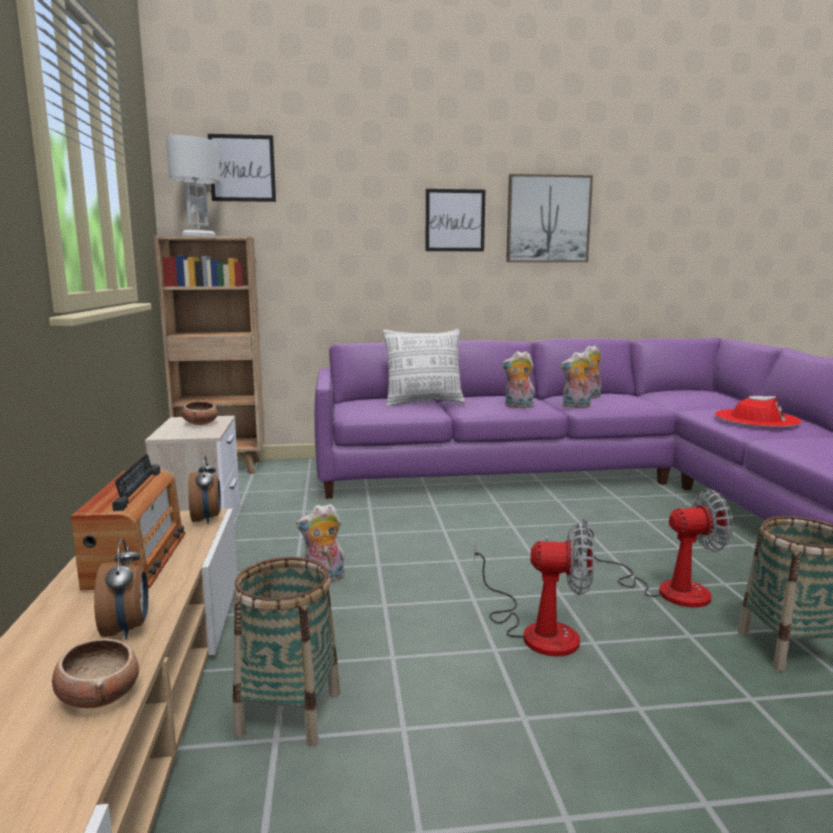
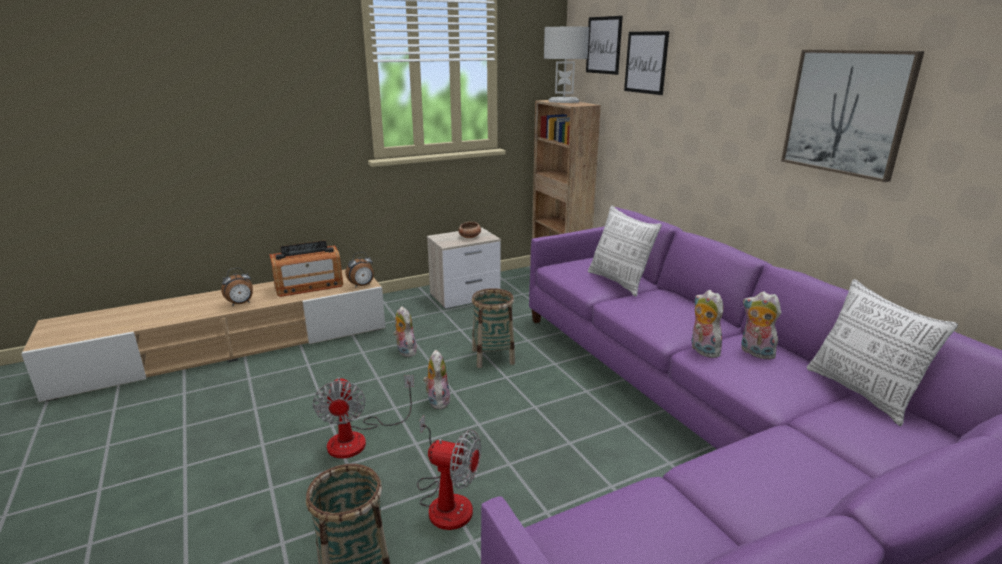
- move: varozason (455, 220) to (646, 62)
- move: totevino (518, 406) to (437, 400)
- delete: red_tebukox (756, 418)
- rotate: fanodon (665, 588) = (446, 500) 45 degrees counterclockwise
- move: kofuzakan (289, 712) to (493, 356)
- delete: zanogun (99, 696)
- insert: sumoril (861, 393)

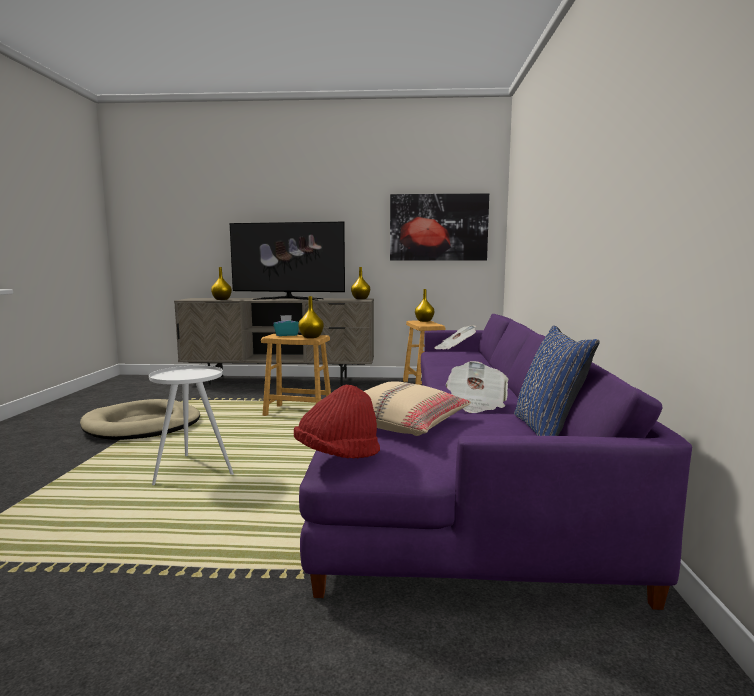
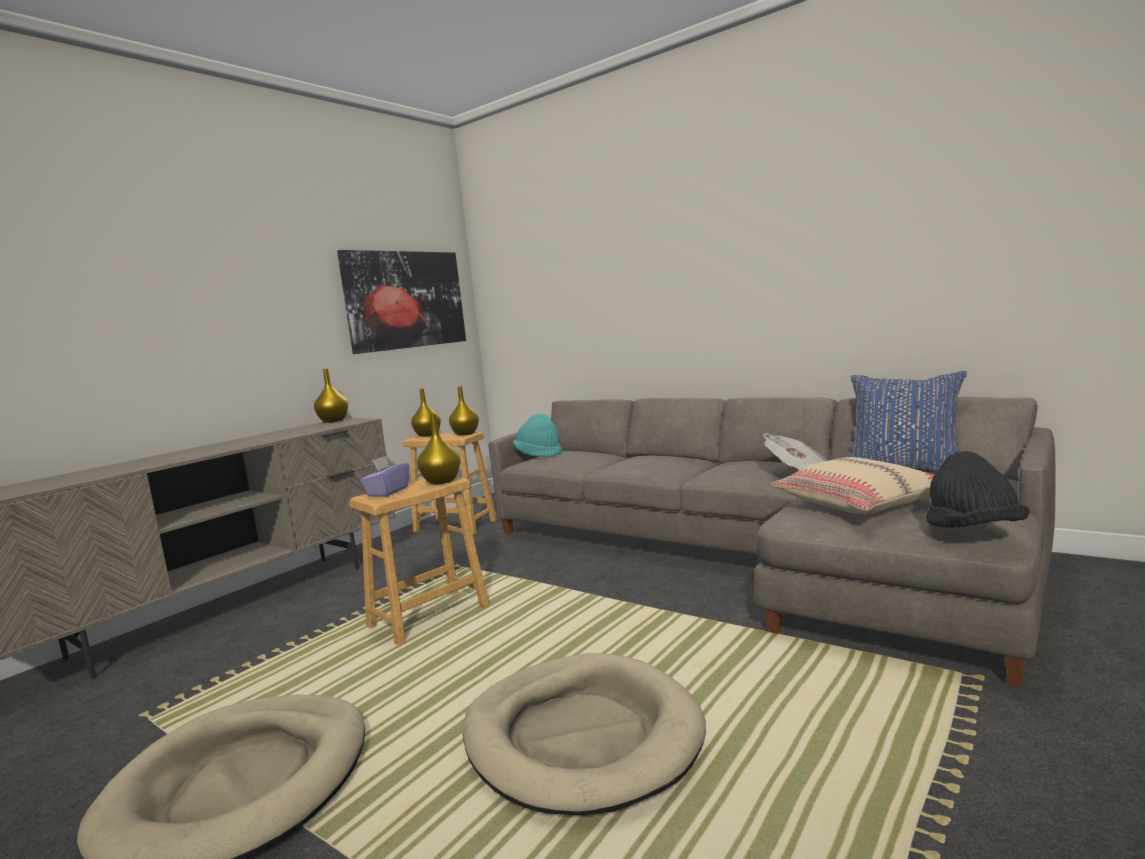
- delete: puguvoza (288, 299)
- move: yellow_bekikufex (222, 299) to (465, 434)
- recolor: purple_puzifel (476, 468) to grey_puzifel (751, 556)
- recolor: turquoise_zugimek (286, 335) to purple_zugimek (387, 492)
- replace: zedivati (455, 348) to turquoise_tebukox (538, 454)
- replace: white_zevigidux (192, 469) to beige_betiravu (582, 737)
- recolor: red_tebukox (337, 456) to black_tebukox (973, 531)

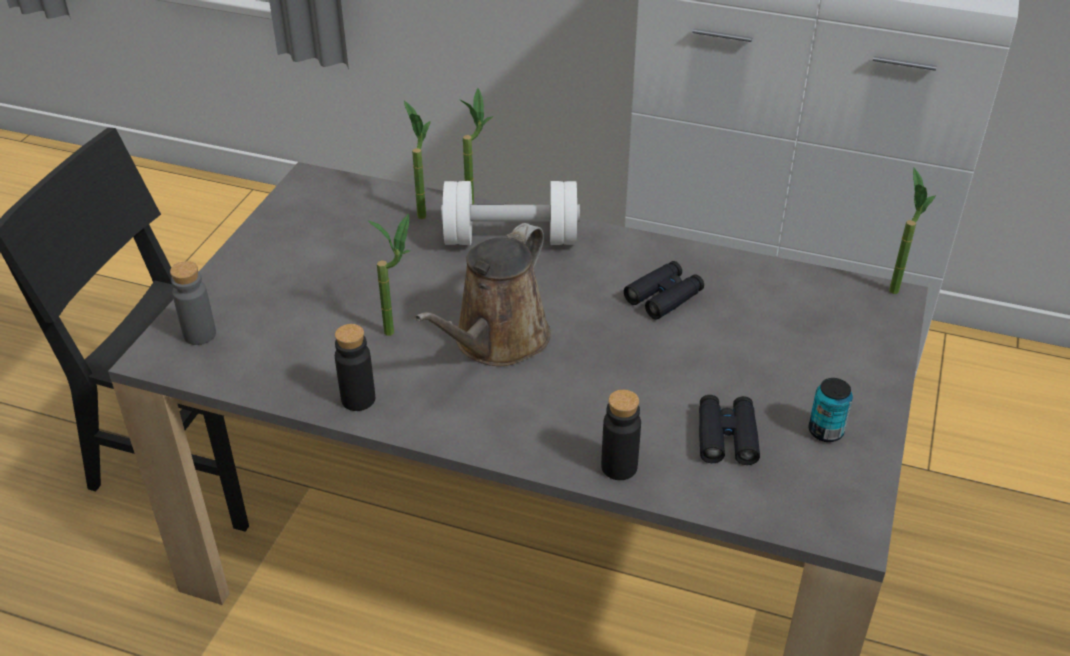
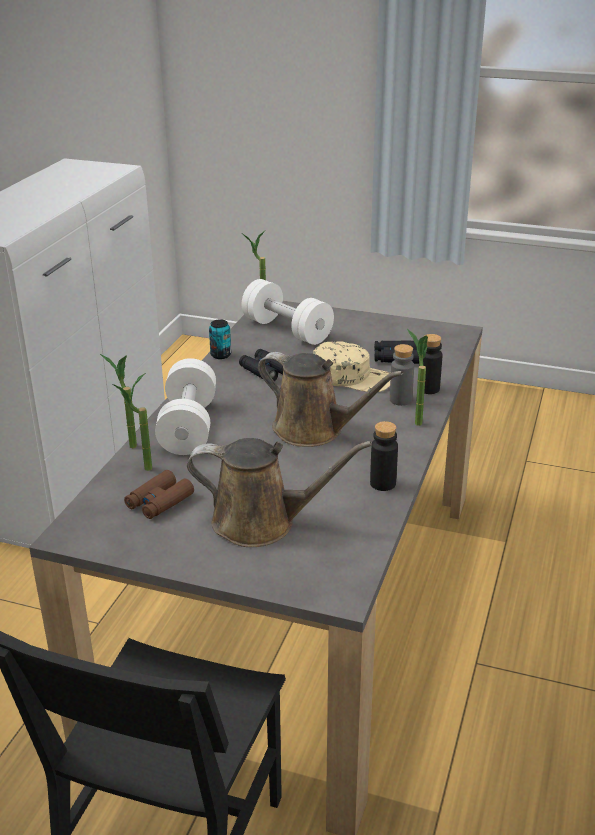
- move: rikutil (399, 330) to (414, 420)
- move: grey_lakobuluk (199, 334) to (400, 400)
- move: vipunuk (825, 431) to (220, 355)
- insert: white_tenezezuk (287, 330)
- insert: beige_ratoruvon (352, 377)
- insert: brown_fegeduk (262, 522)
- insert: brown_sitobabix (159, 502)

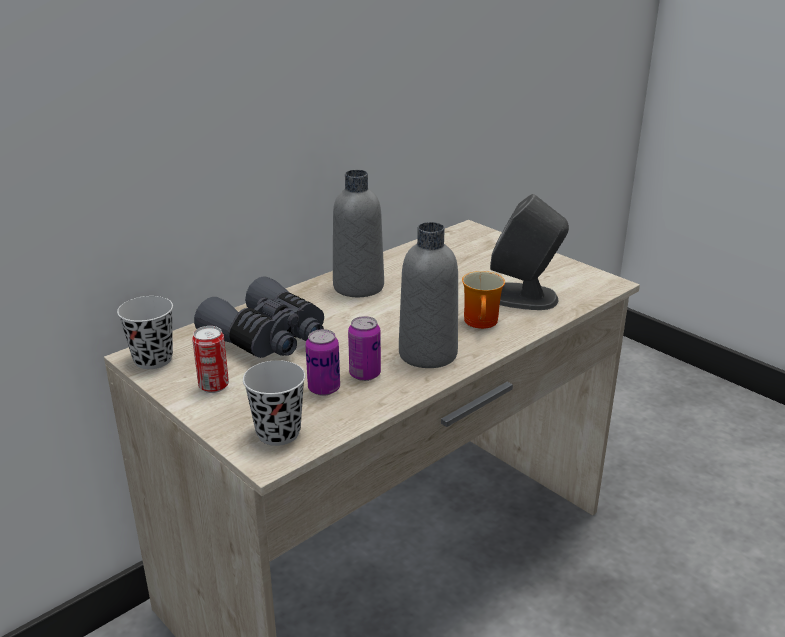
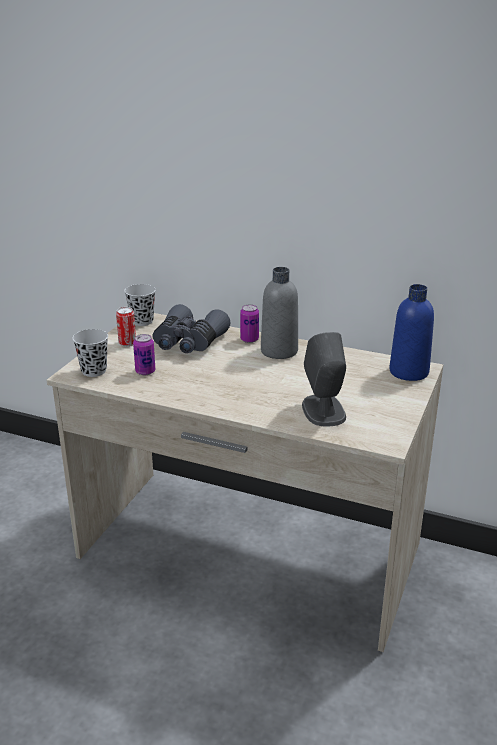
- delete: grey_lakobuluk (428, 354)
- delete: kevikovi (483, 323)
- move: vipunuk (365, 374) to (249, 339)
- insert: blue_lakobuluk (409, 372)

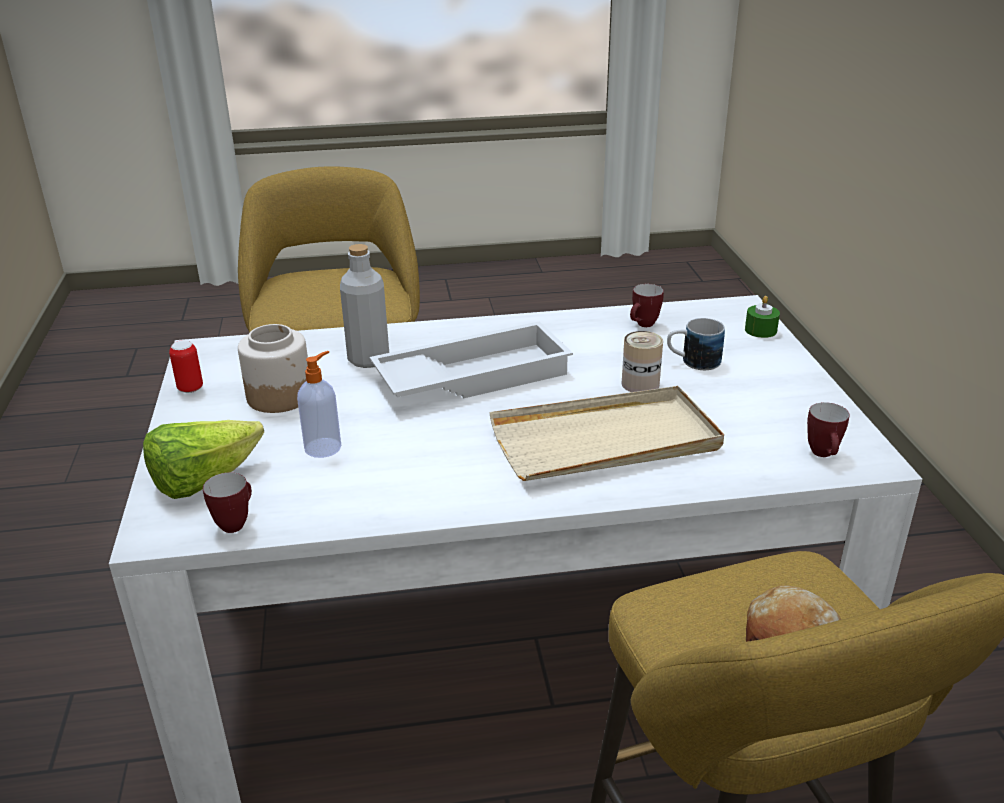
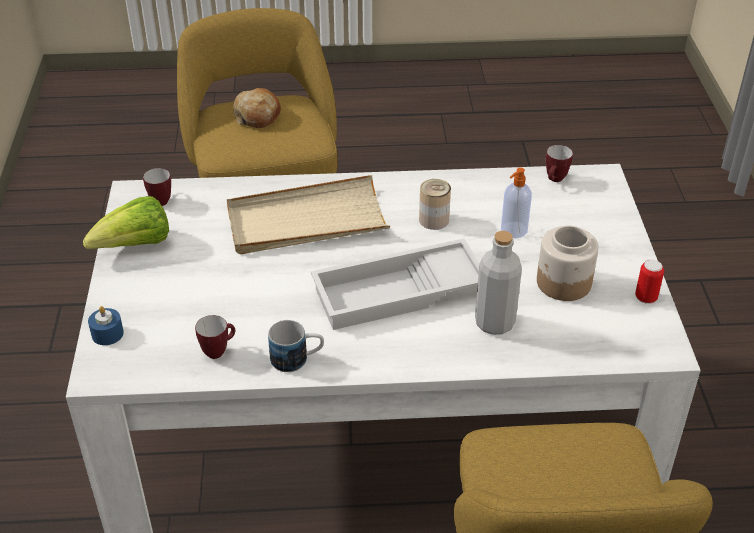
- recolor: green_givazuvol (760, 330) to blue_givazuvol (107, 334)
- move: kevikovi (692, 362) to (297, 359)
- move: vipunuk (640, 384) to (434, 220)
- move: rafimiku (204, 481) to (135, 246)

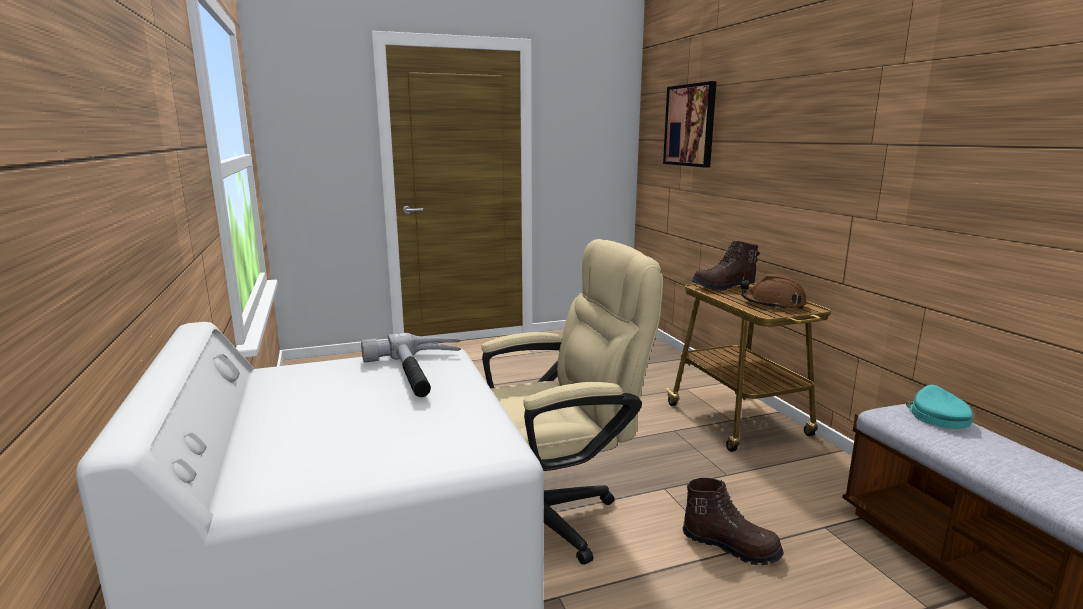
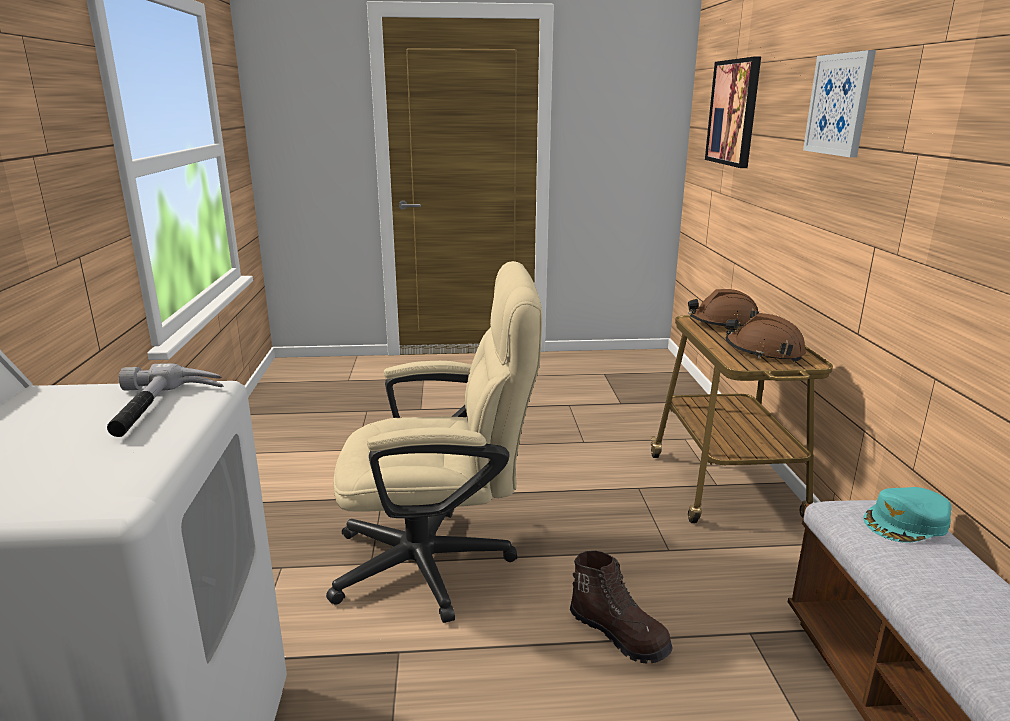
- replace: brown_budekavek (724, 286) to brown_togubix (723, 322)
- rotate: turquoise_ratoruvon (936, 416) = (906, 522) 135 degrees counterclockwise
- insert: varozason (839, 104)

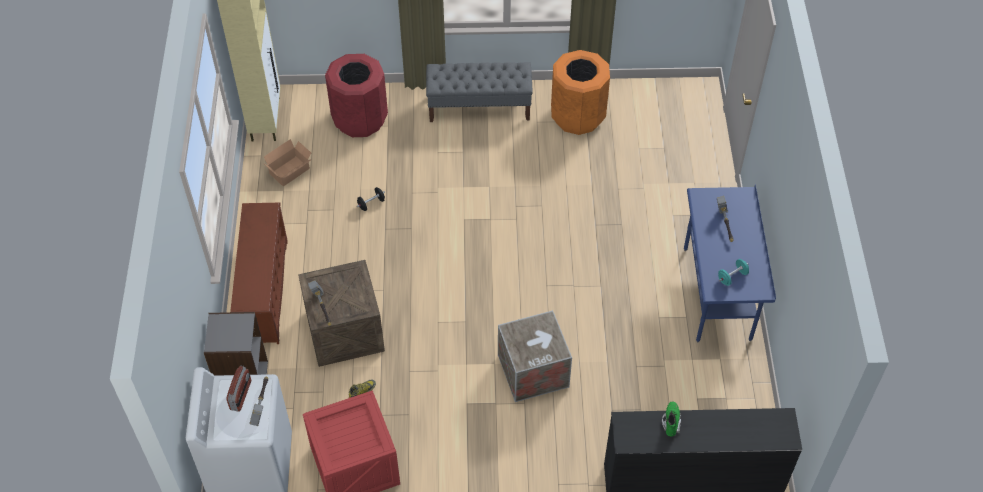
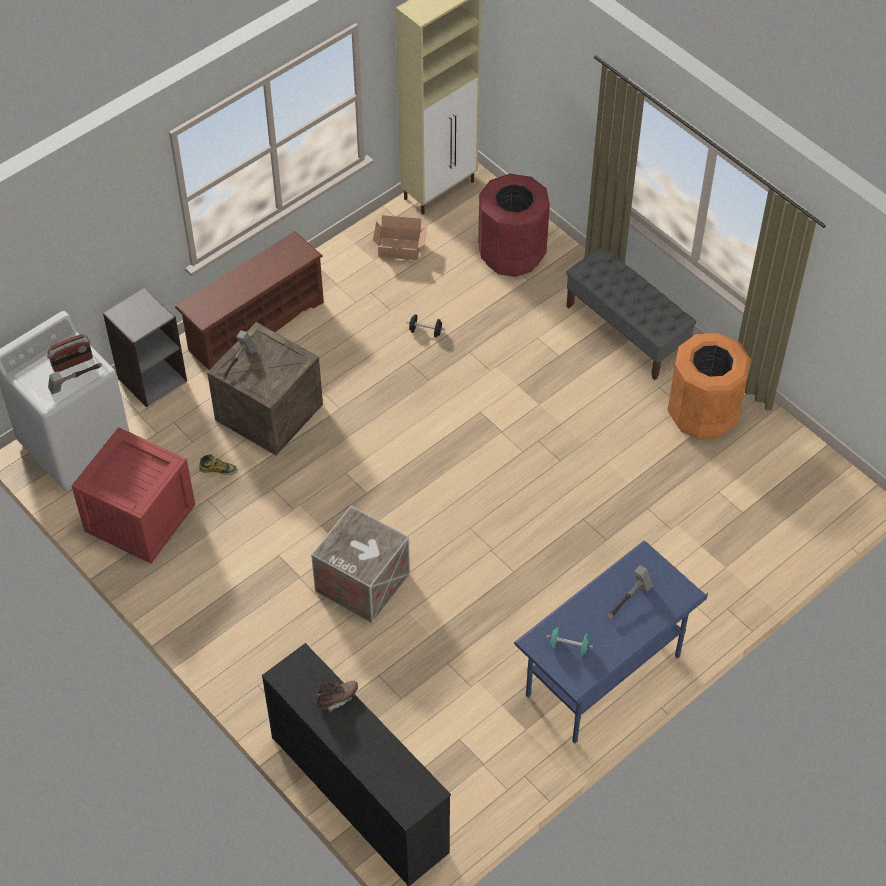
- recolor: green_budekavek (671, 422) to brown_budekavek (337, 698)

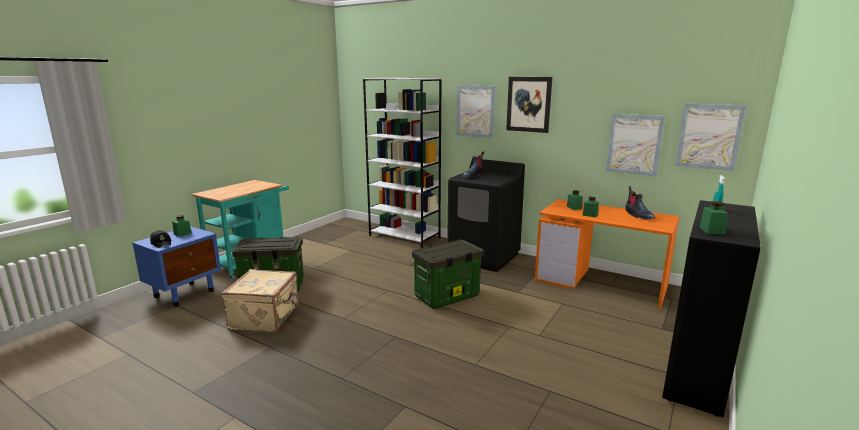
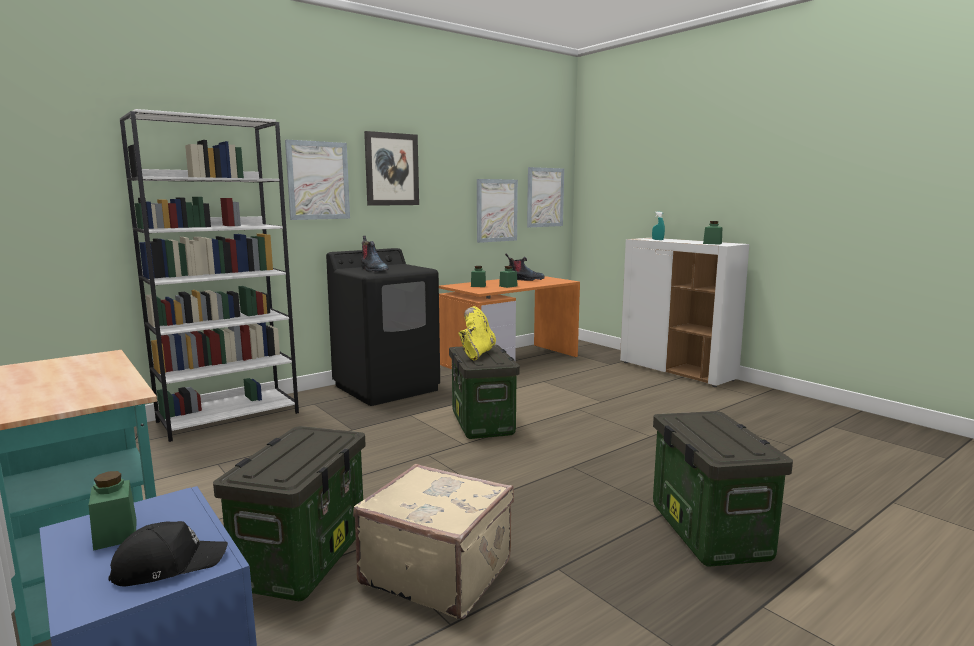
- recolor: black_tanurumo (697, 371) to white_tanurumo (677, 371)
- insert: yellow_budekavek (476, 353)
- insert: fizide (706, 531)

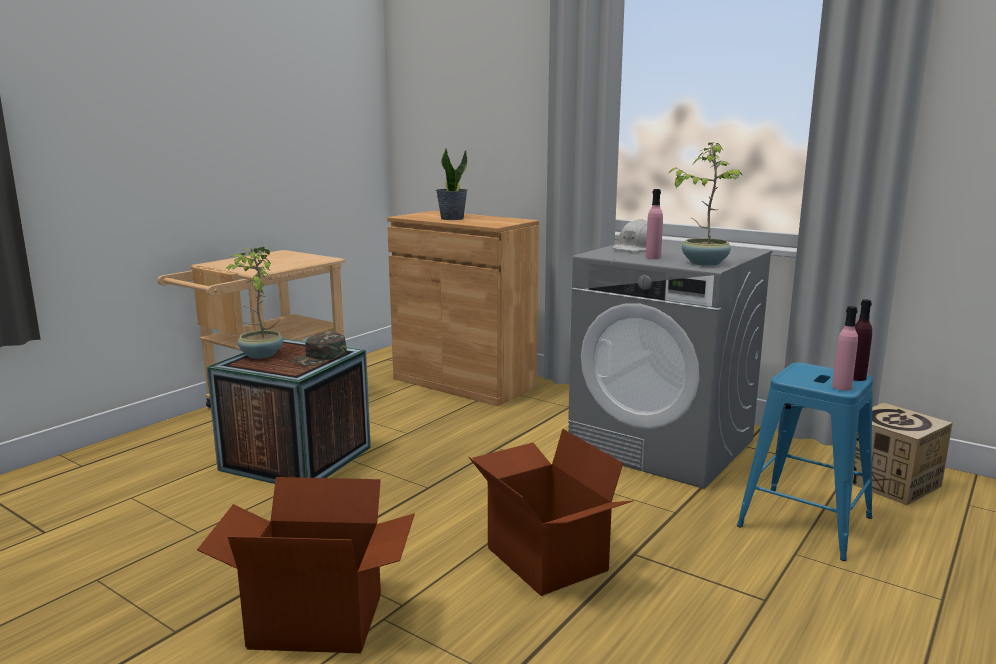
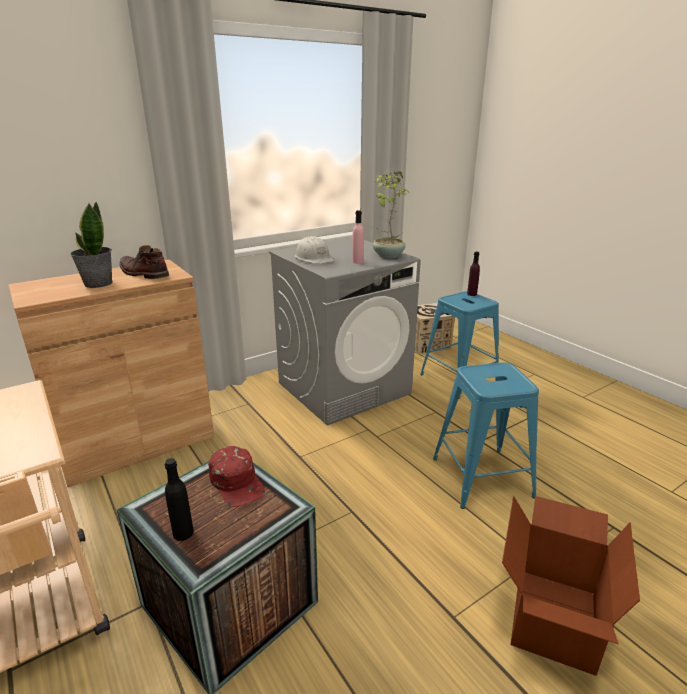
- replace: rikutil (260, 355) to black_lakobuluk (183, 533)
- delete: pink_lakobuluk (841, 387)
- recolor: green_ratoruvon (319, 358) to red_ratoruvon (237, 482)
- replace: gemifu (544, 559) to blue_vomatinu (481, 477)
- insert: brown_budekavek (143, 273)

